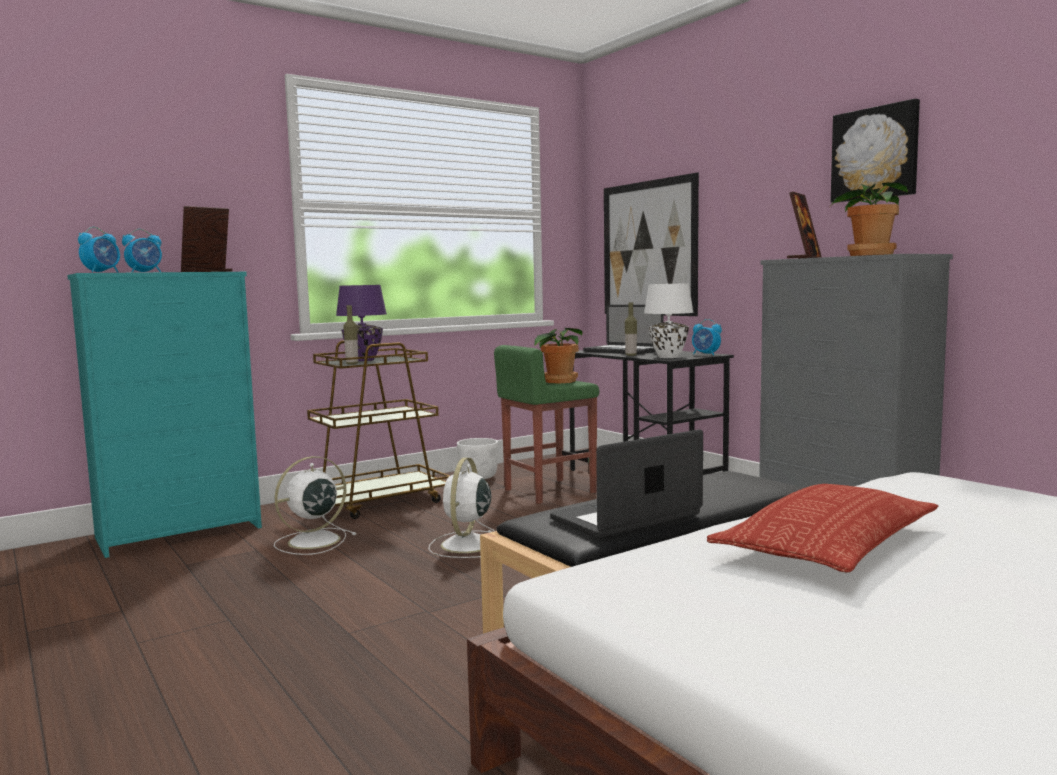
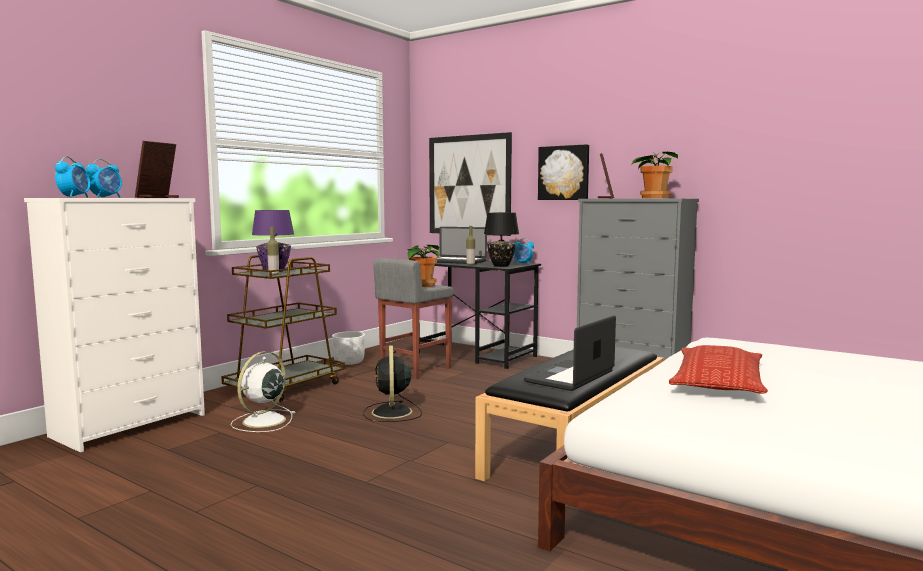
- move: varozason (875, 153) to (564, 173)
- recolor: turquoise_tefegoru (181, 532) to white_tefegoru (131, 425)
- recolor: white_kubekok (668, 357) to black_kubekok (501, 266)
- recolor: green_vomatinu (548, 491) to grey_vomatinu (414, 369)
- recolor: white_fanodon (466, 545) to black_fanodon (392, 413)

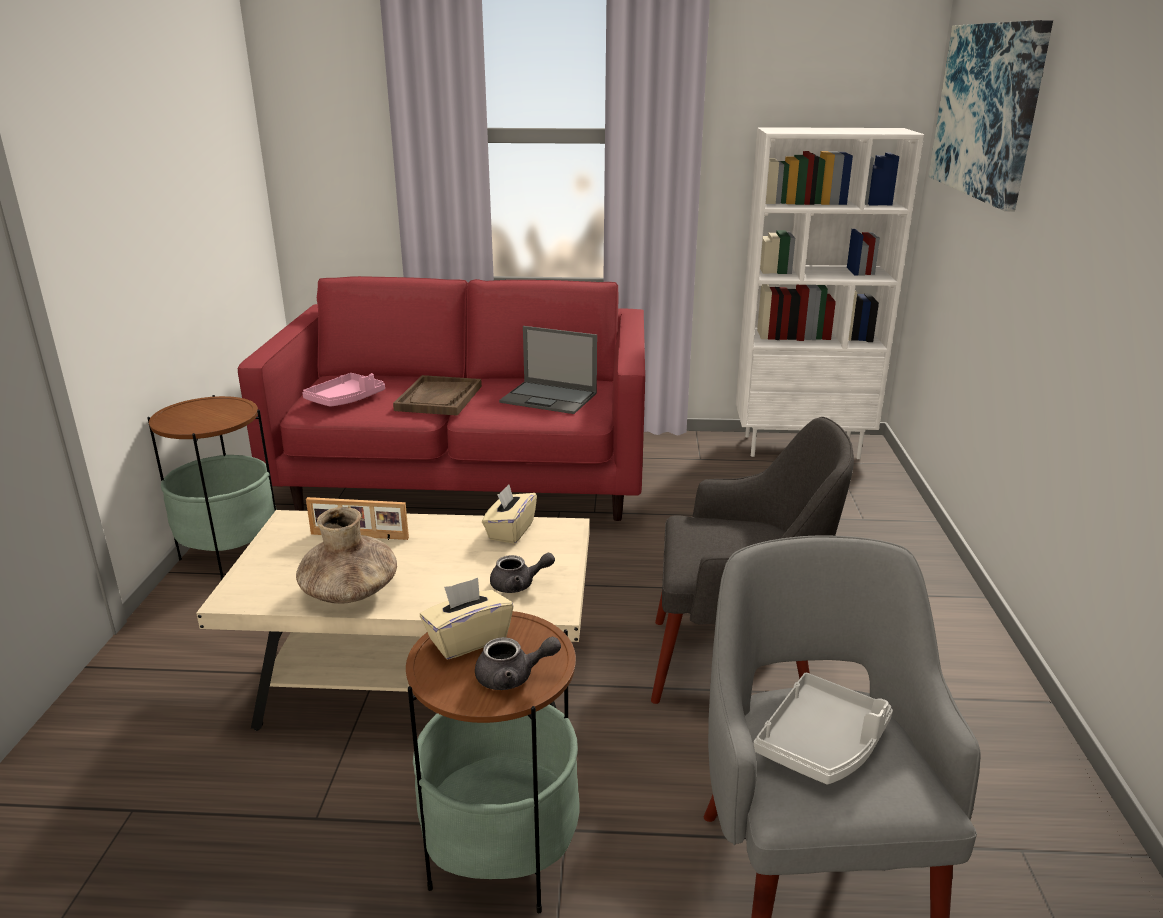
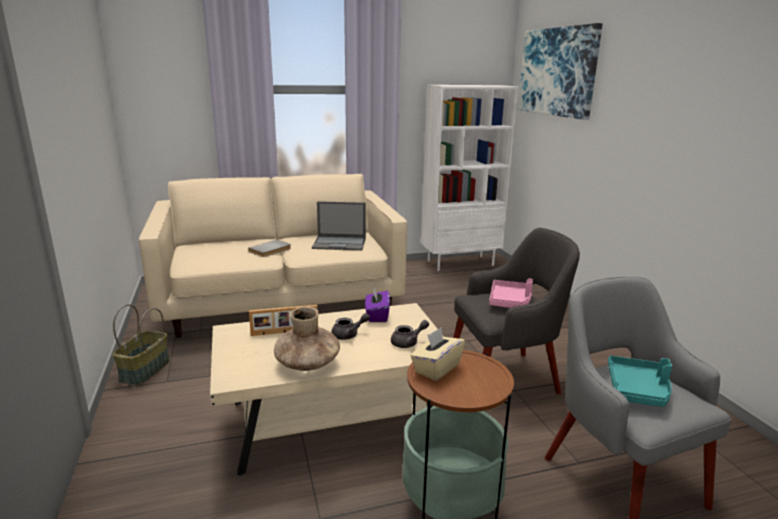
- recolor: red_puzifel (467, 479) to beige_puzifel (281, 303)
- move: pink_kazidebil (346, 399) to (510, 301)
- replace: brown_kazidebil (439, 398) to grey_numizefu (271, 250)
- replace: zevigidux (231, 554) to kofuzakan (145, 371)
- recolor: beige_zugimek (510, 531) to purple_zugimek (377, 315)
- move: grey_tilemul (513, 677) to (349, 335)
- recolor: grey_kazidebil (822, 743) to turquoise_kazidebil (638, 390)

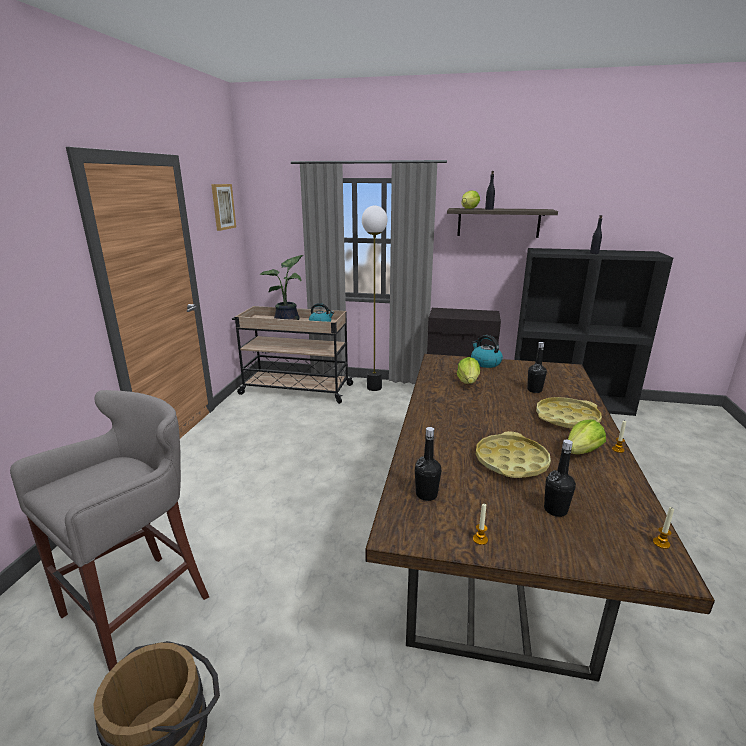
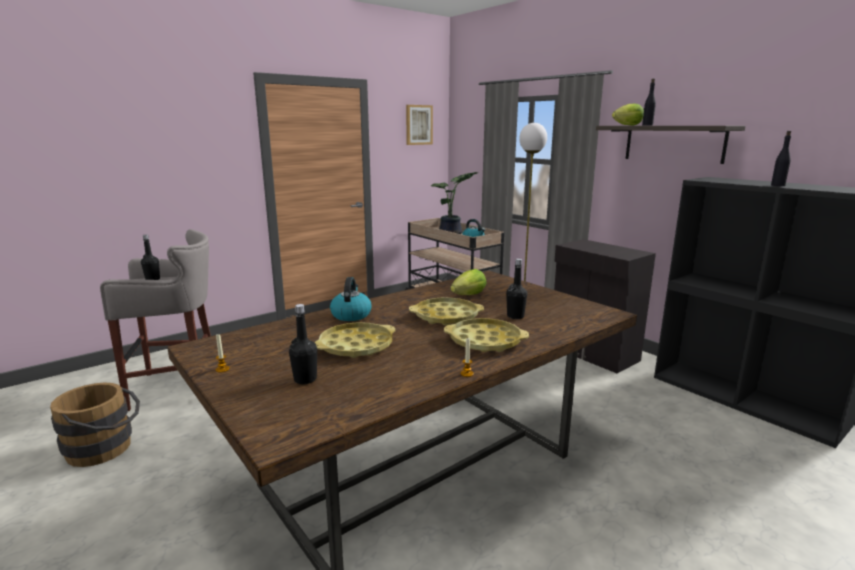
- move: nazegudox (485, 363) to (351, 315)
- delete: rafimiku (582, 452)
- move: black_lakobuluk (426, 495) to (152, 279)
- delete: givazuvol (661, 543)
- insert: yellow_kazidebil (446, 316)

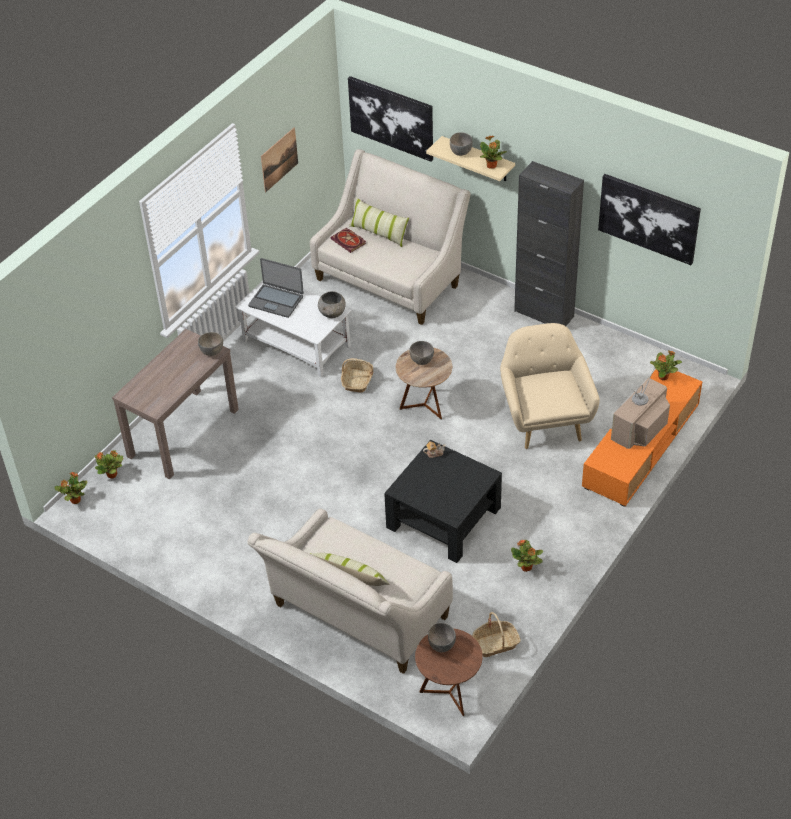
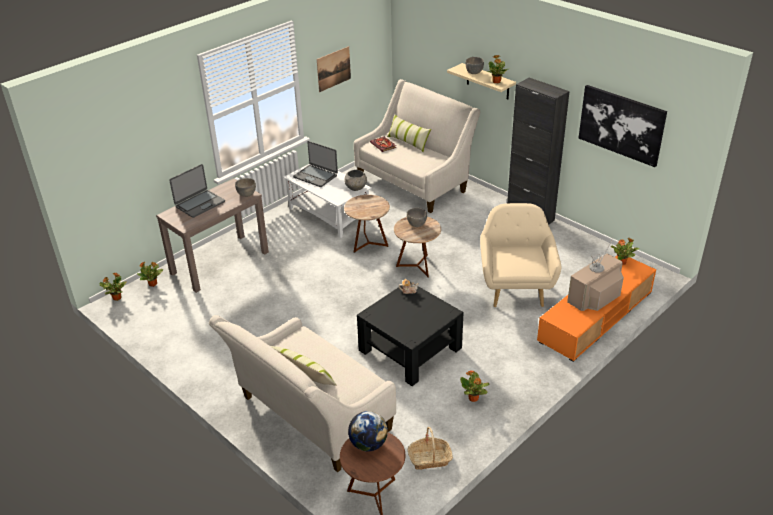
- delete: varozason (391, 118)
- replace: kofuzakan (357, 381) to brown_zevigidux (368, 243)
- replace: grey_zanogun (441, 645) to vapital (368, 444)
- insert: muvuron (199, 204)

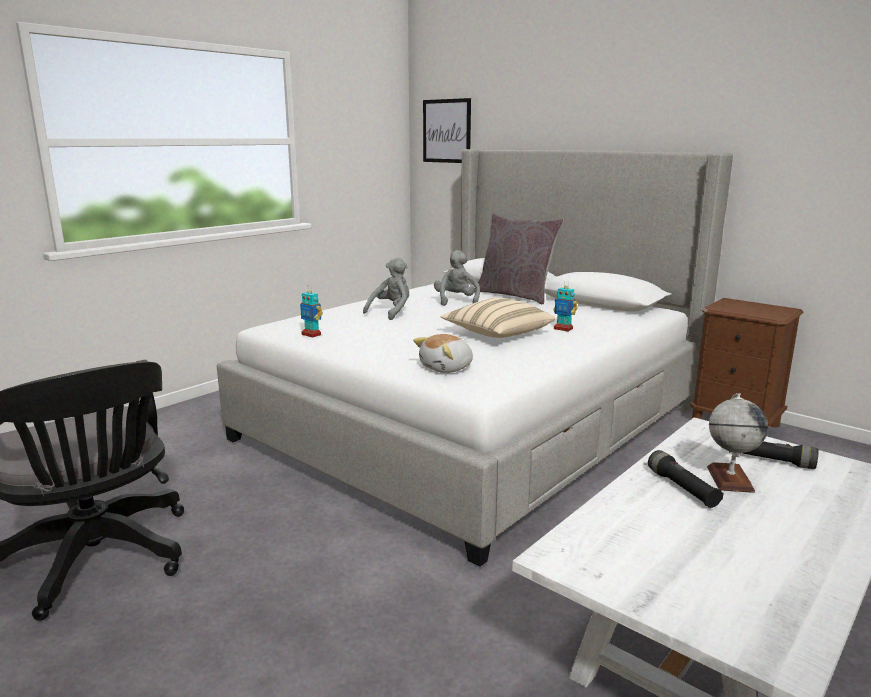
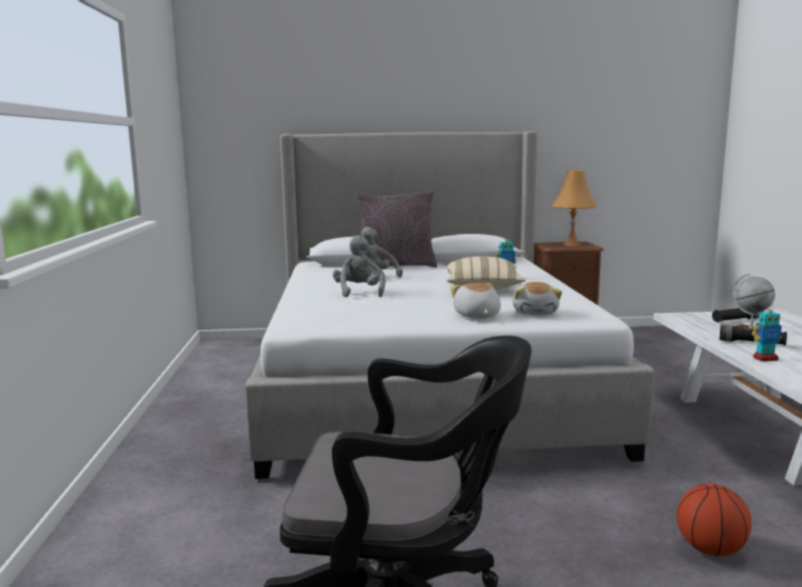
- delete: varozason (446, 131)
- move: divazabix (311, 334) to (765, 358)
- insert: orange_kubekok (572, 244)
- insert: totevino (476, 316)
- insert: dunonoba (710, 550)

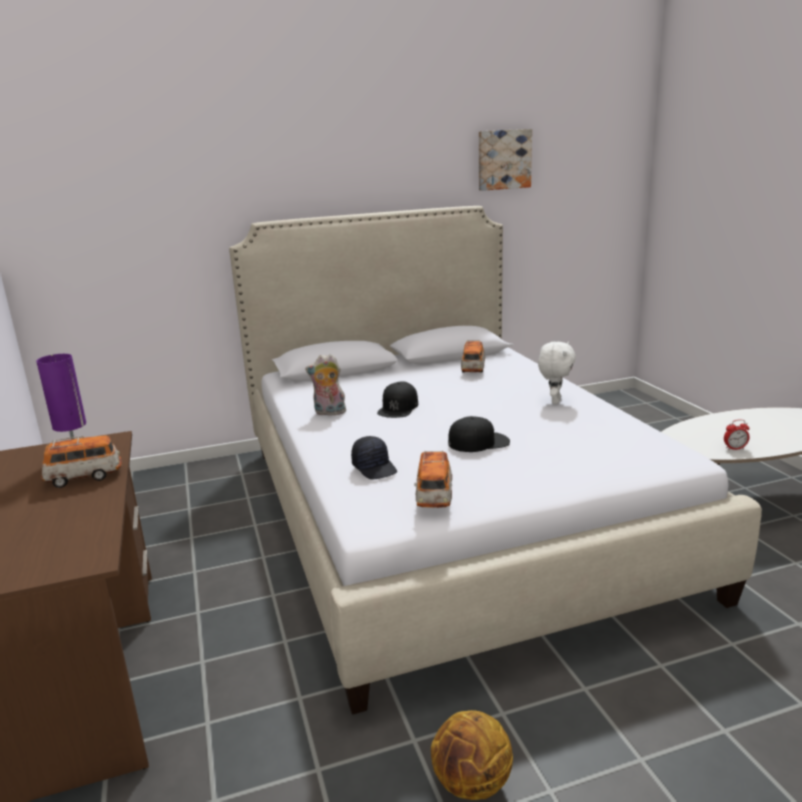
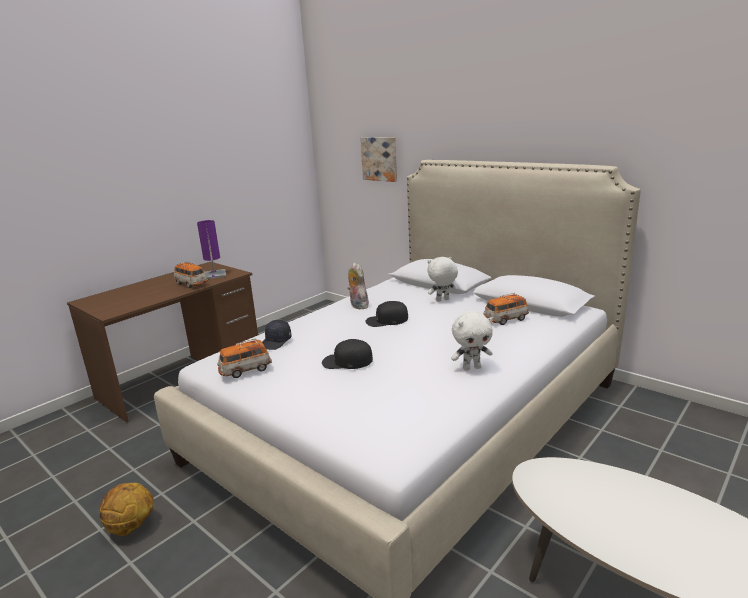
- move: varozason (503, 159) to (380, 158)
- rotate: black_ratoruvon (478, 442) = (347, 361) 135 degrees clockwise
- delete: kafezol (734, 448)
- insert: white_totevino (442, 300)

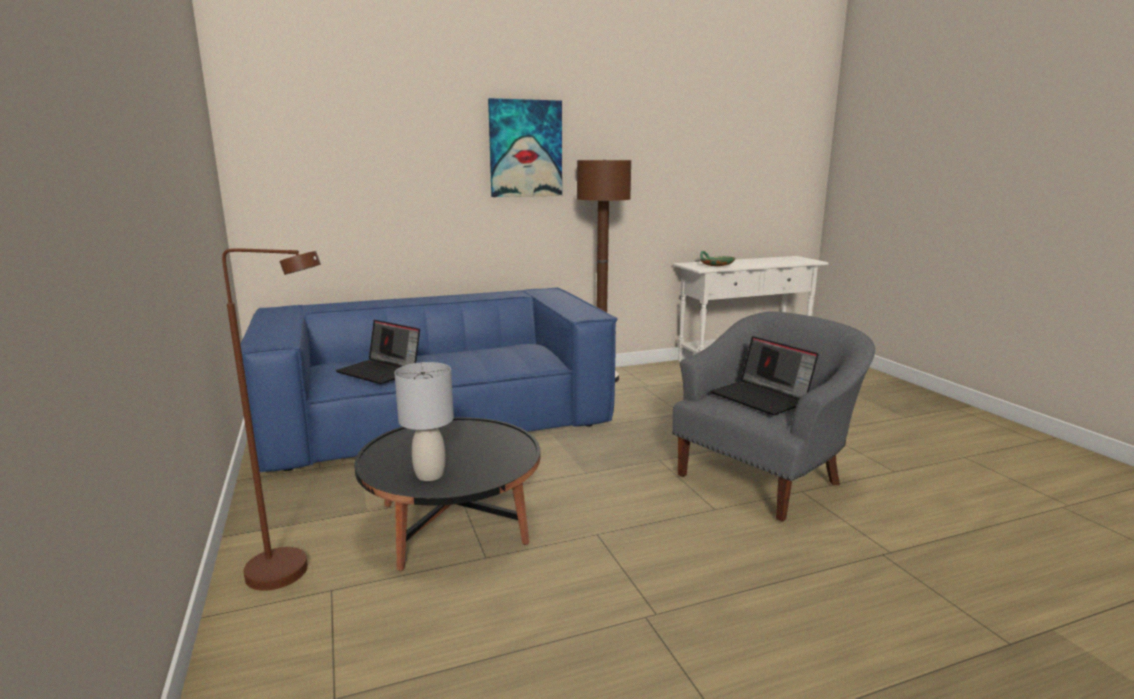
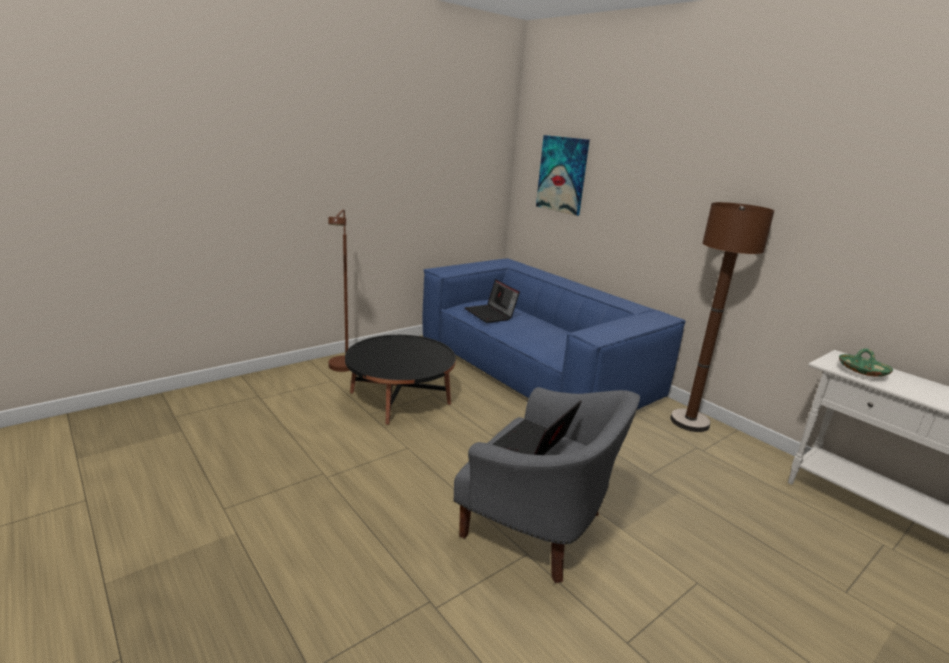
- move: varozason (525, 149) to (562, 174)
- rotate: muvuron (381, 371) = (491, 314) 45 degrees counterclockwise
- delete: grey_kubekok (429, 475)

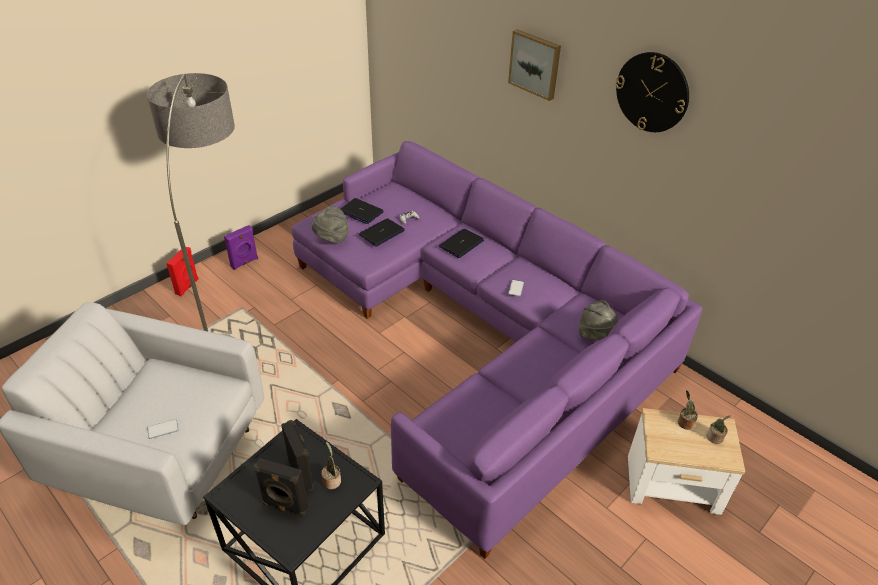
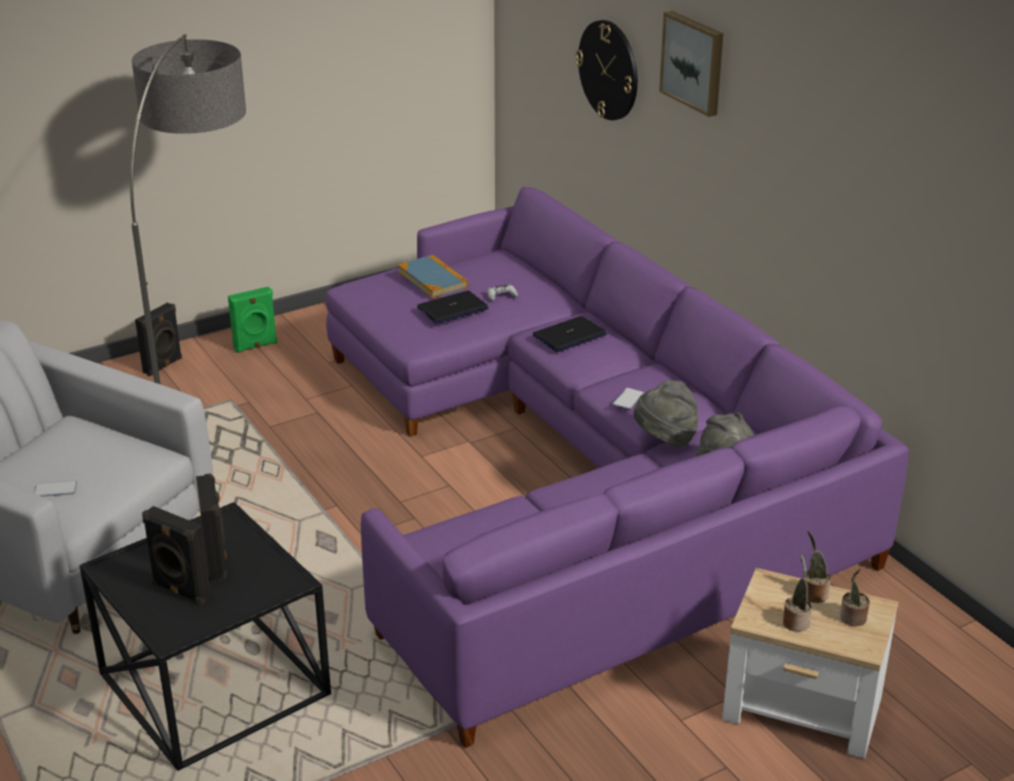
- move: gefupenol (652, 92) to (609, 70)
- replace: muvuron (361, 212) to numizefu (433, 280)
- move: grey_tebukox (331, 238) to (665, 439)
- recolor: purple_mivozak (245, 263) to green_mivozak (255, 346)
- recolor: red_mivozak (188, 287) to black_mivozak (163, 366)
- move: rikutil (331, 480) to (796, 621)

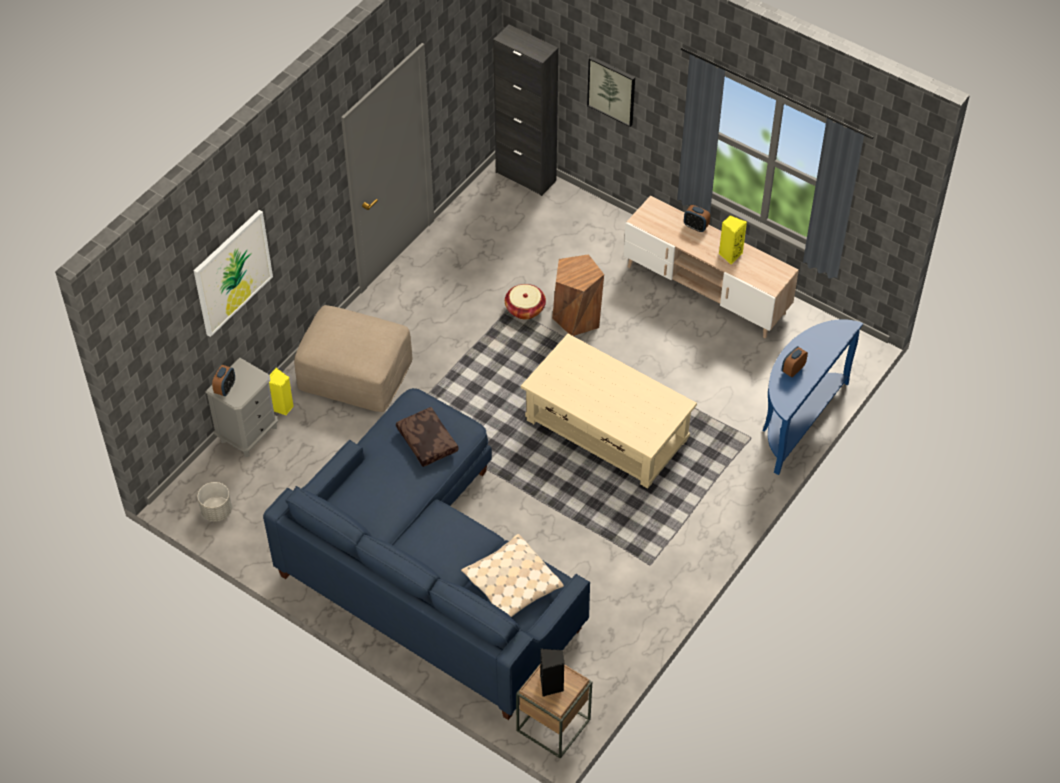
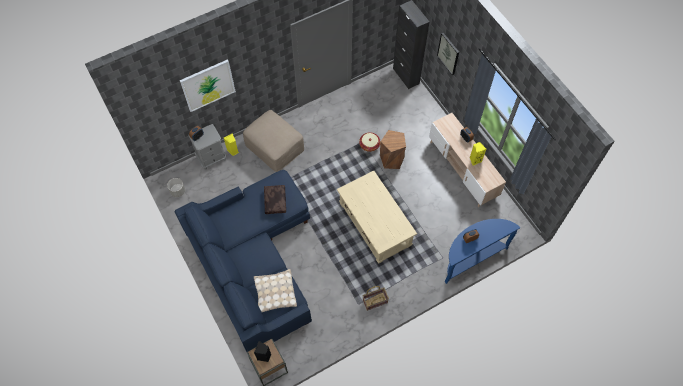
- insert: kofuzakan (375, 301)

